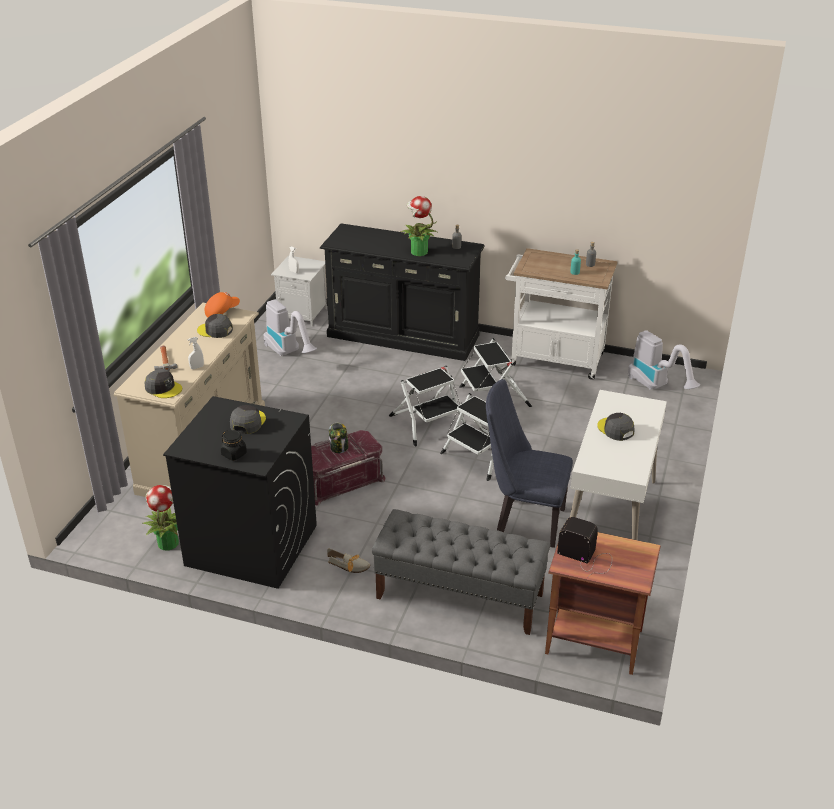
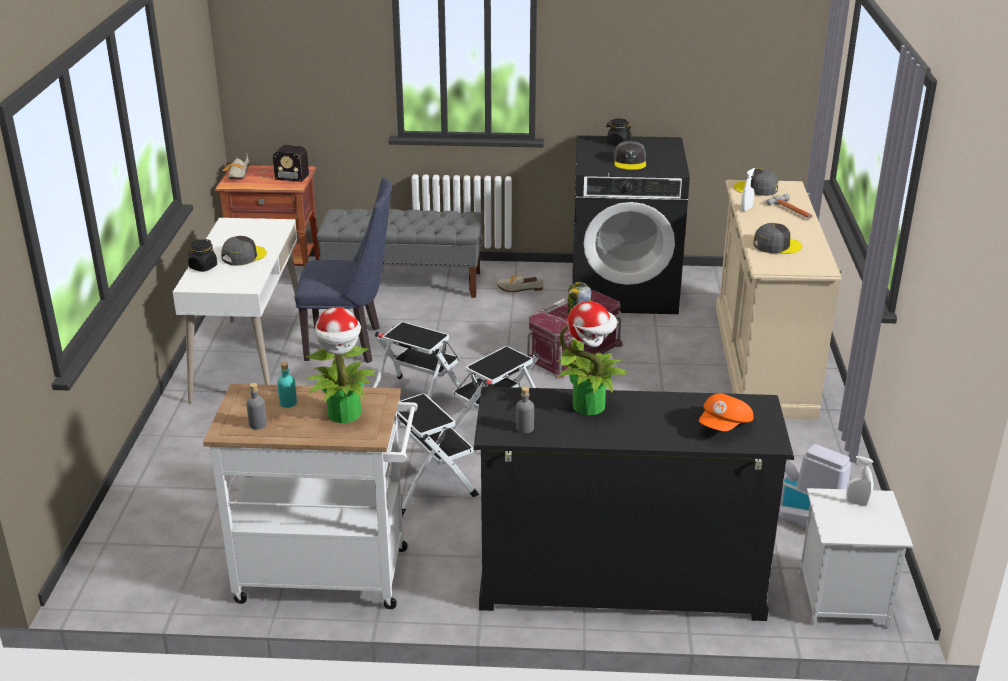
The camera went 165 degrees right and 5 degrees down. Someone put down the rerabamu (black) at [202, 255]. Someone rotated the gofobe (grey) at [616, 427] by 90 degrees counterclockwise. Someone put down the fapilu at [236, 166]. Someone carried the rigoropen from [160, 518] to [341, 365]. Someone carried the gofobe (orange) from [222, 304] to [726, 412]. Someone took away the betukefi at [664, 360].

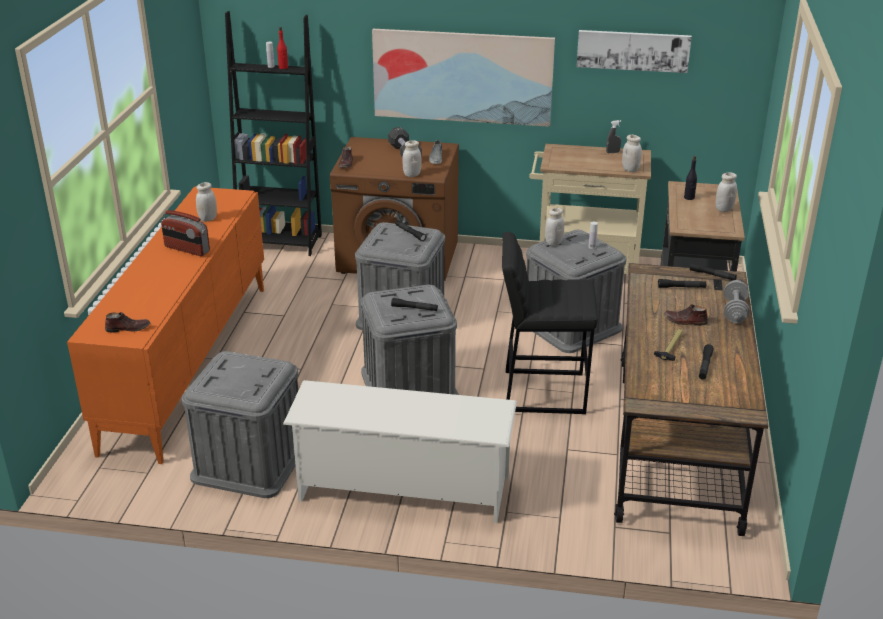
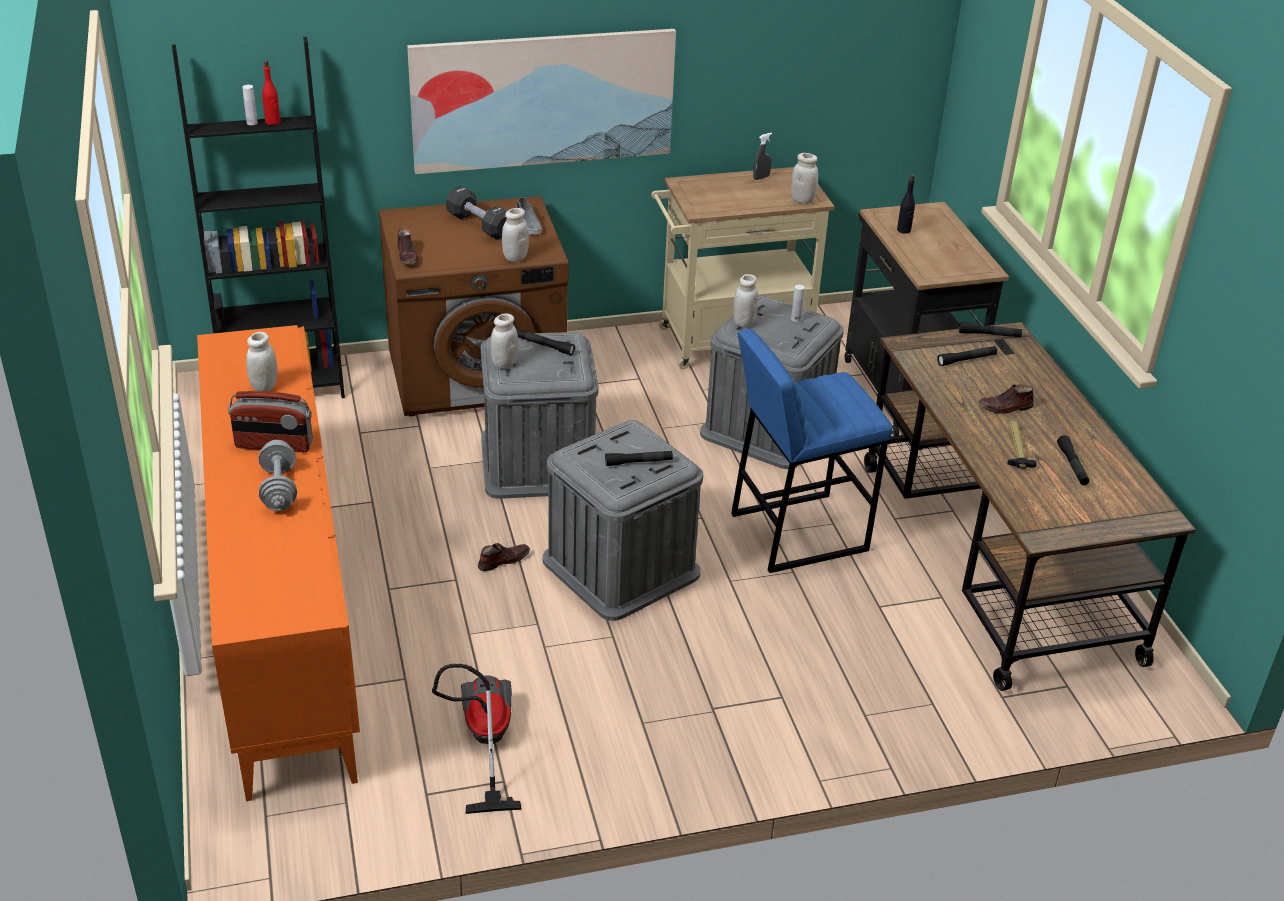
The camera went 25 degrees left and 5 degrees up. Someone carried the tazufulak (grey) from [737, 301] to [278, 475]. Someone swapped the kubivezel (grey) at [240, 424] for the betukefi at [477, 738]. Someone carried the fapilu (brown) from [128, 322] to [504, 557]. Someone carried the rerabamu (white) from [726, 192] to [504, 341]. Someone repainted the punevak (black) at [550, 323], which became the punevak (blue) at [811, 451]. Someone took away the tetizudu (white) at [400, 451]. Someone took away the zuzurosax at [634, 51].

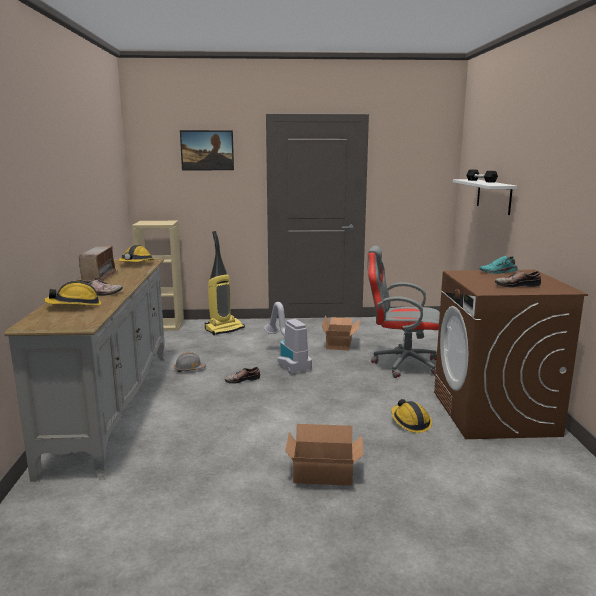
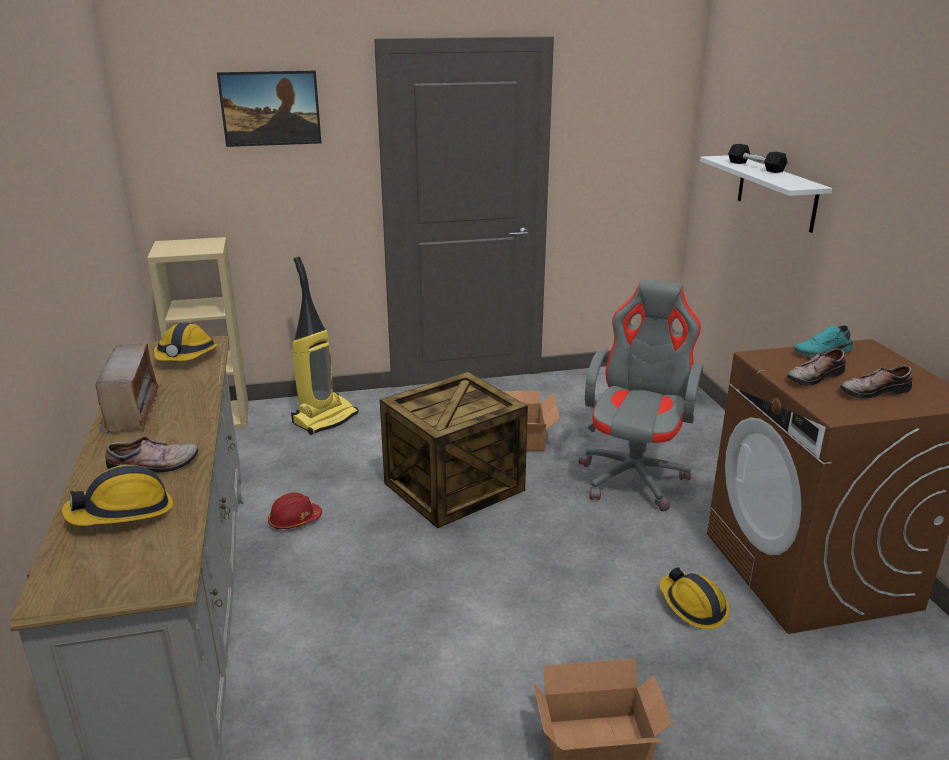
The camera went 10 degrees left and 10 degrees up. Someone repainted the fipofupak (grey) at [190, 362], which became the fipofupak (red) at [295, 510]. Someone swapped the betukefi at [288, 338] for the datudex at [454, 450]. Someone rotated the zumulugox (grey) at [404, 312] by 105 degrees clockwise. Someone carried the fapilu from [242, 375] to [816, 367].

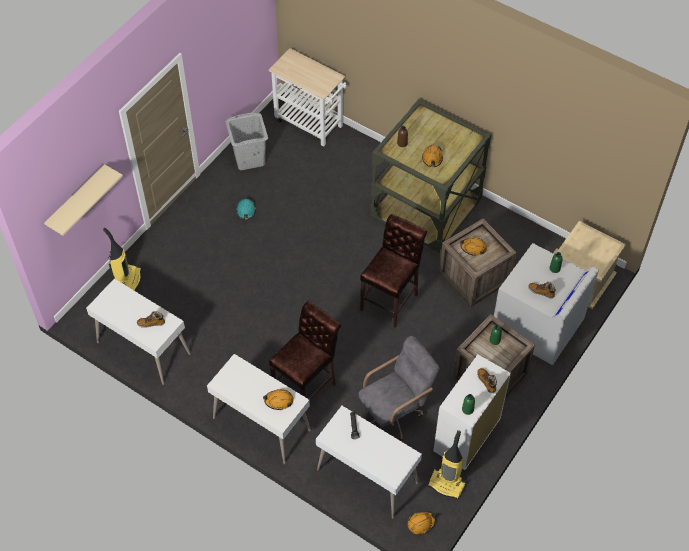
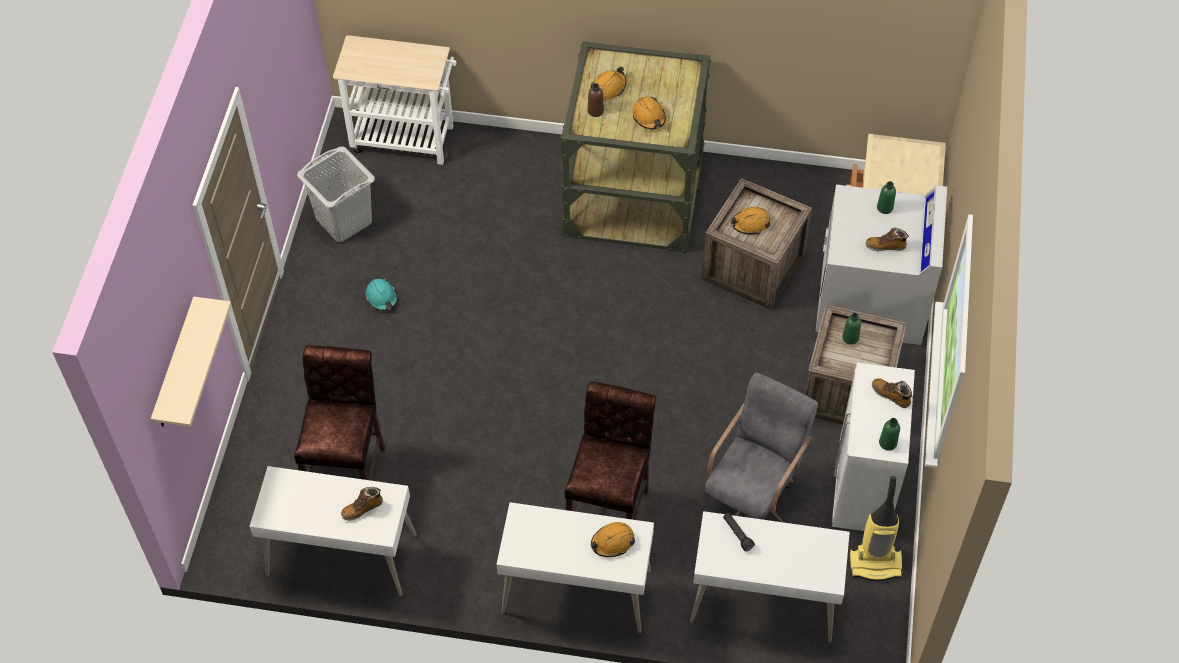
The camera went 25 degrees left and 0 degrees up. Someone carried the punevak (brown) from [393, 271] to [339, 413]. Someone carried the fipofupak (orange) from [422, 523] to [608, 83]. Someone took away the betukefi at [122, 259].

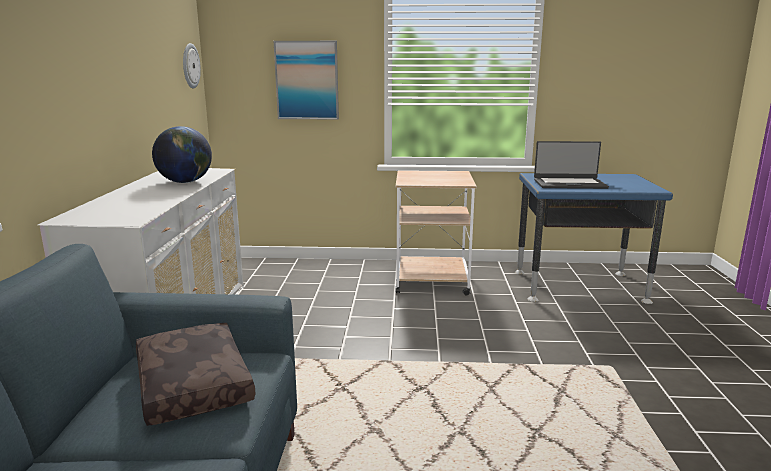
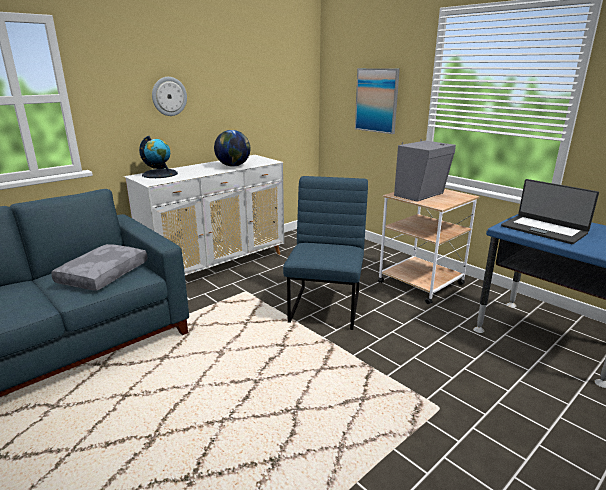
The camera went 45 degrees right and 5 degrees up. Someone repainted the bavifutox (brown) at [196, 374], which became the bavifutox (grey) at [99, 267]. Someone put down the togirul at [158, 157]. Someone carried the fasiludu from [192, 65] to [169, 96]. Someone put down the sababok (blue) at [325, 253]. Someone put down the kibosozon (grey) at [425, 170].

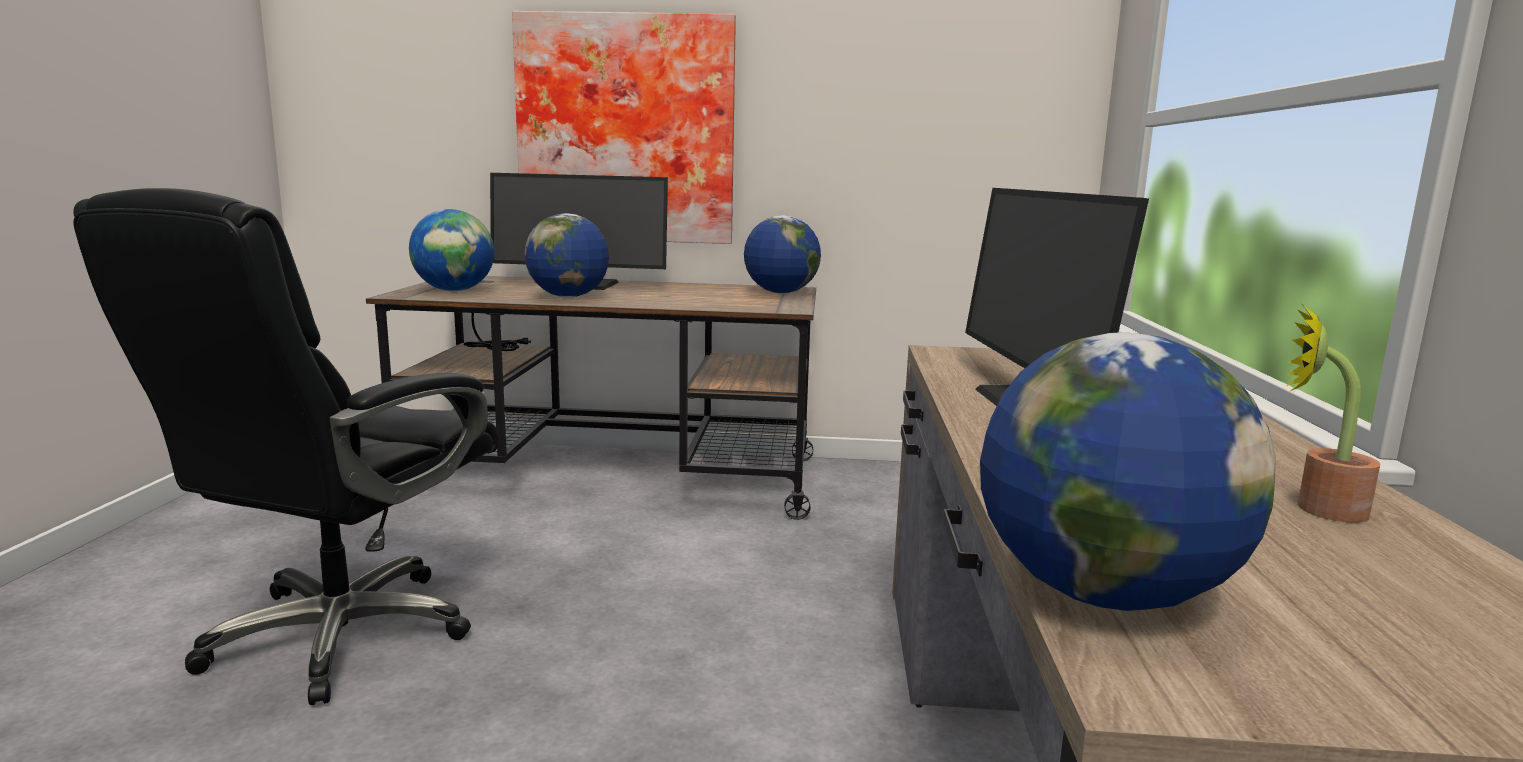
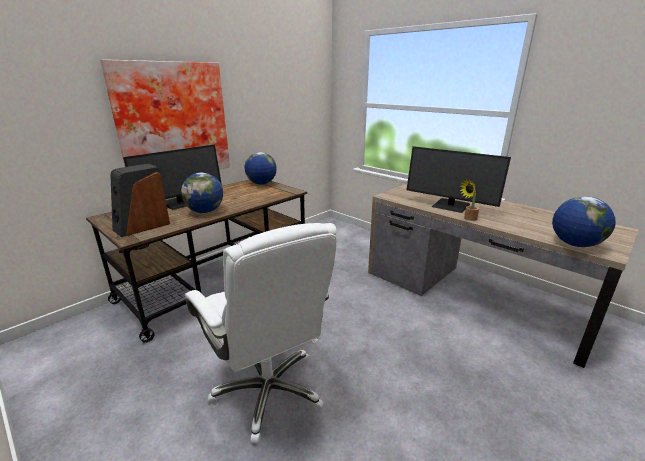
The camera went 50 degrees left and 10 degrees up. Someone swapped the togirul at [451, 250] for the kibosozon at [140, 200]. Someone repainted the zumulugox (black) at [286, 446], which became the zumulugox (white) at [261, 333]. Someone carried the rigoropen from [1334, 413] to [469, 200].

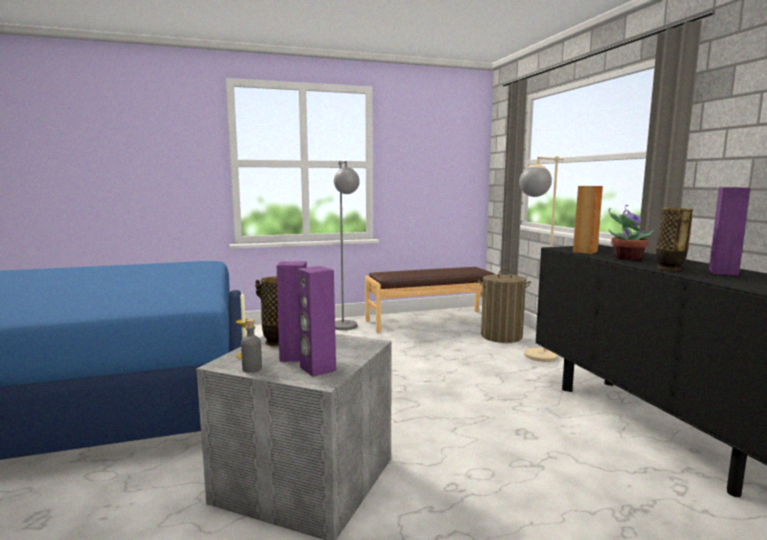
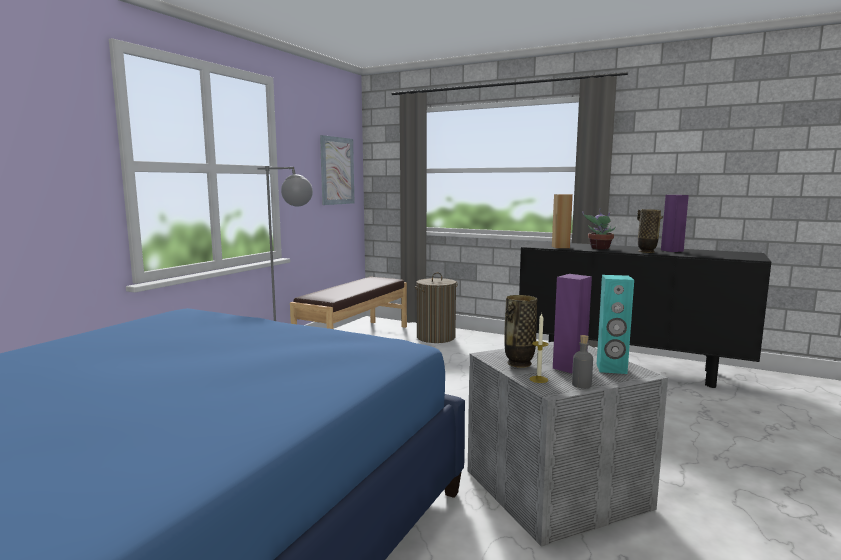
The camera went 45 degrees left and 0 degrees up. Someone put up the zuzurosax at [337, 170]. Someone repainted the kibosozon (purple) at [316, 321], which became the kibosozon (turquoise) at [615, 324]. Someone took away the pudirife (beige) at [541, 259].

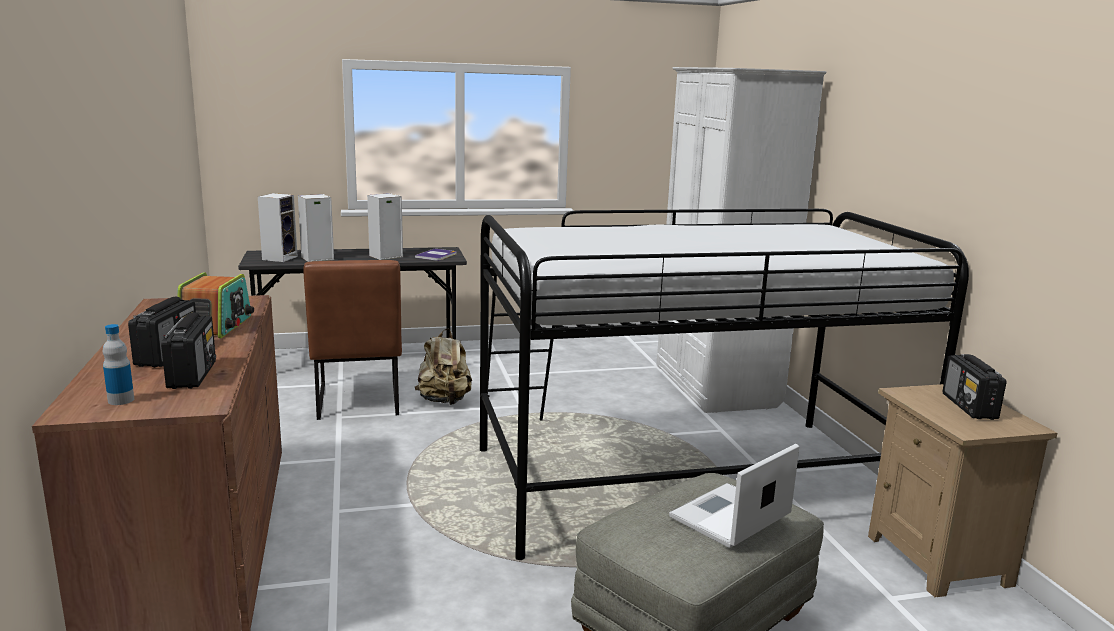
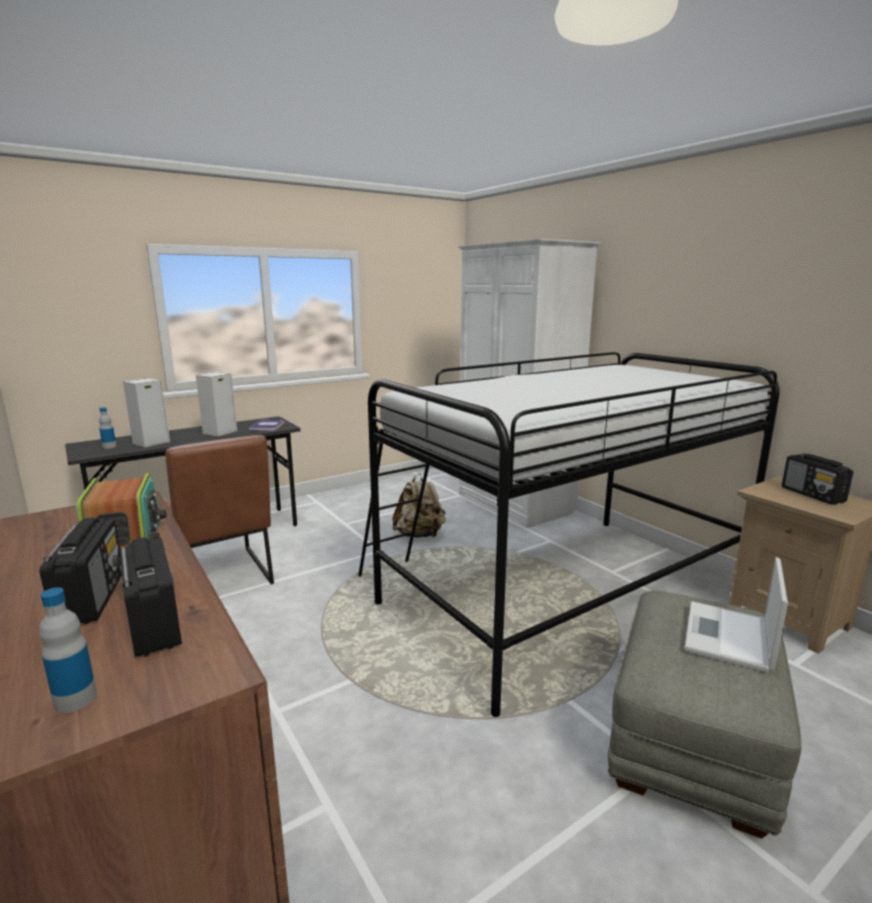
The camera went 20 degrees left and 0 degrees up. Someone swapped the kibosozon at [278, 227] for the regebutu at [107, 428]. Someone carried the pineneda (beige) from [443, 367] to [419, 506].

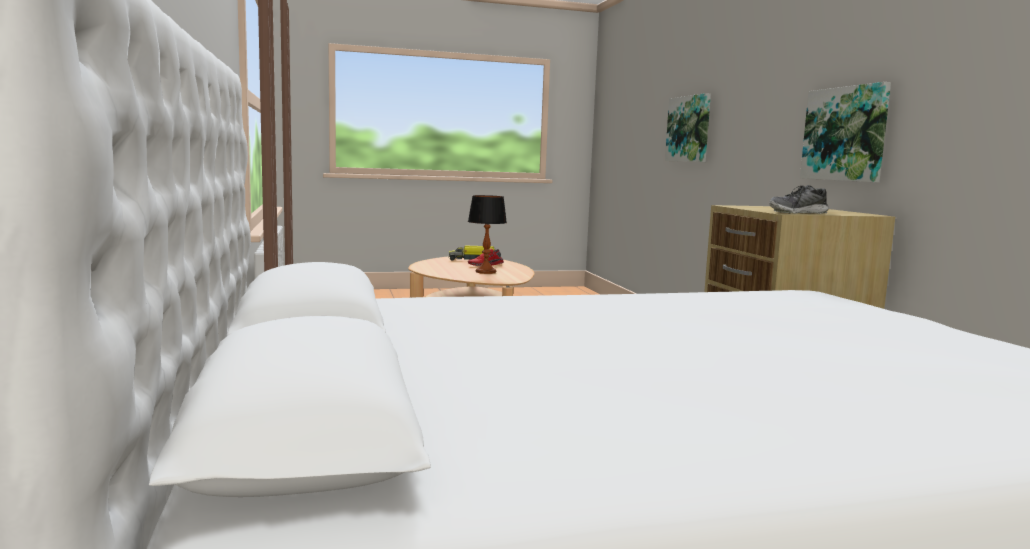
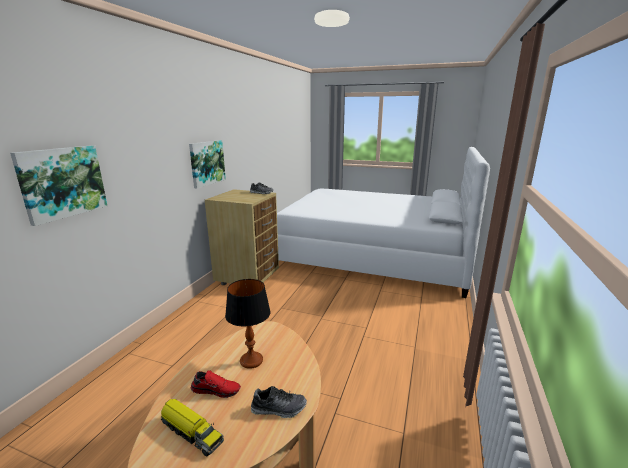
The camera went 145 degrees left and 10 degrees up. Someone put down the fapilu at [279, 402].

